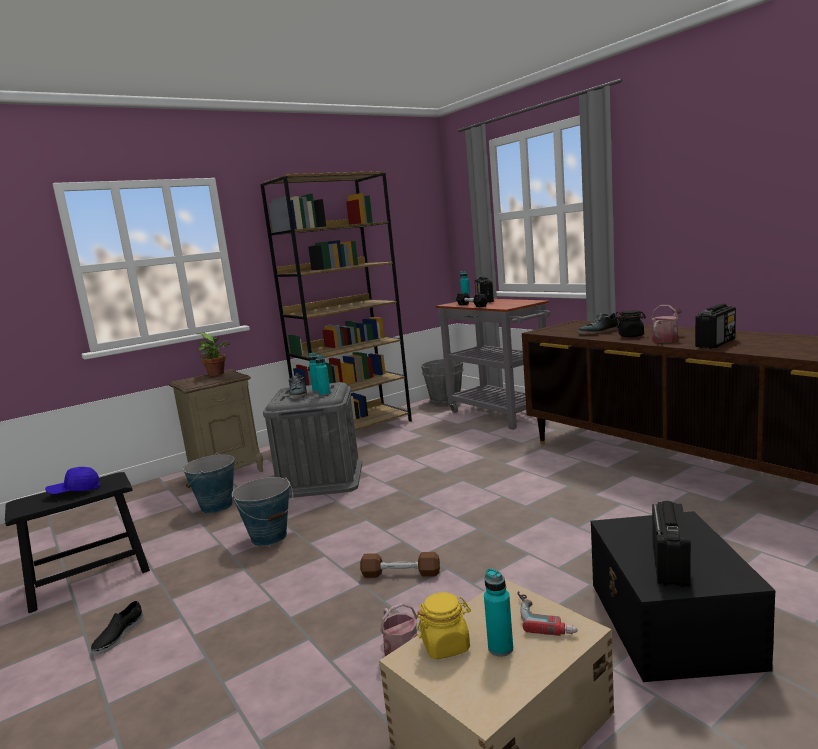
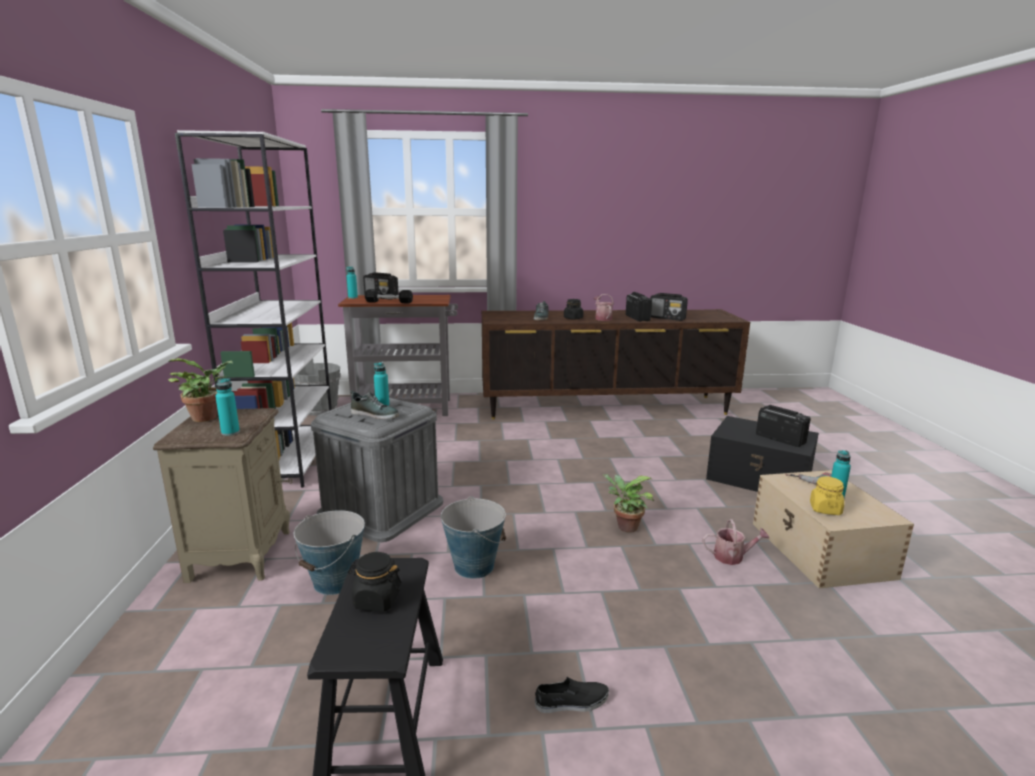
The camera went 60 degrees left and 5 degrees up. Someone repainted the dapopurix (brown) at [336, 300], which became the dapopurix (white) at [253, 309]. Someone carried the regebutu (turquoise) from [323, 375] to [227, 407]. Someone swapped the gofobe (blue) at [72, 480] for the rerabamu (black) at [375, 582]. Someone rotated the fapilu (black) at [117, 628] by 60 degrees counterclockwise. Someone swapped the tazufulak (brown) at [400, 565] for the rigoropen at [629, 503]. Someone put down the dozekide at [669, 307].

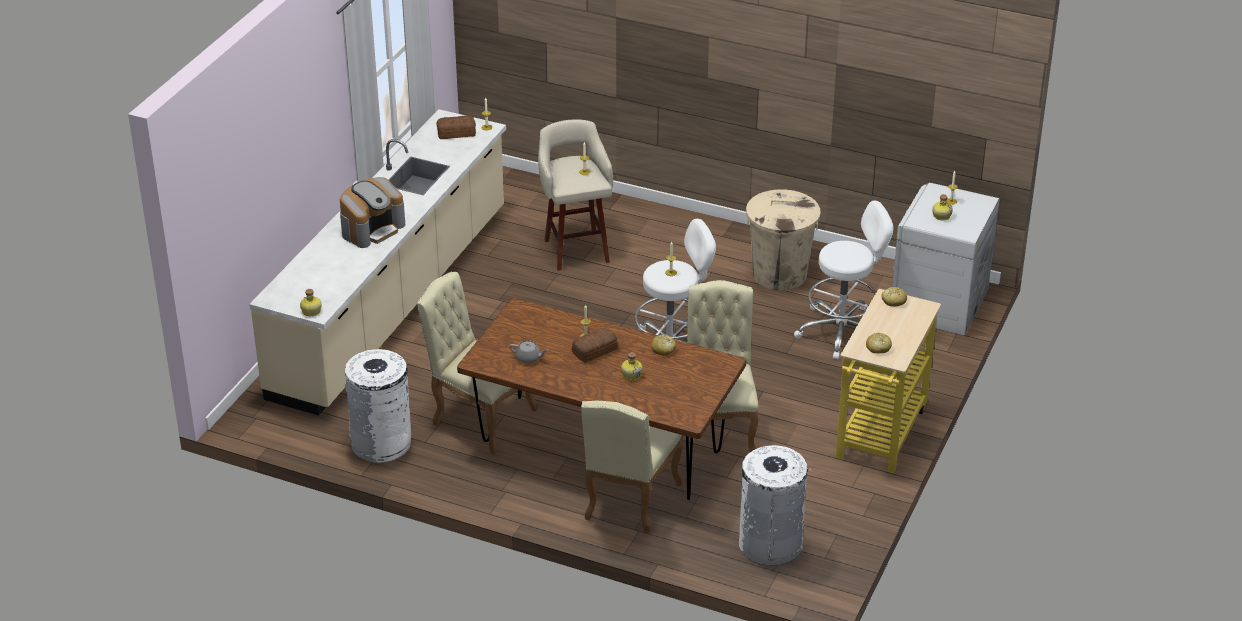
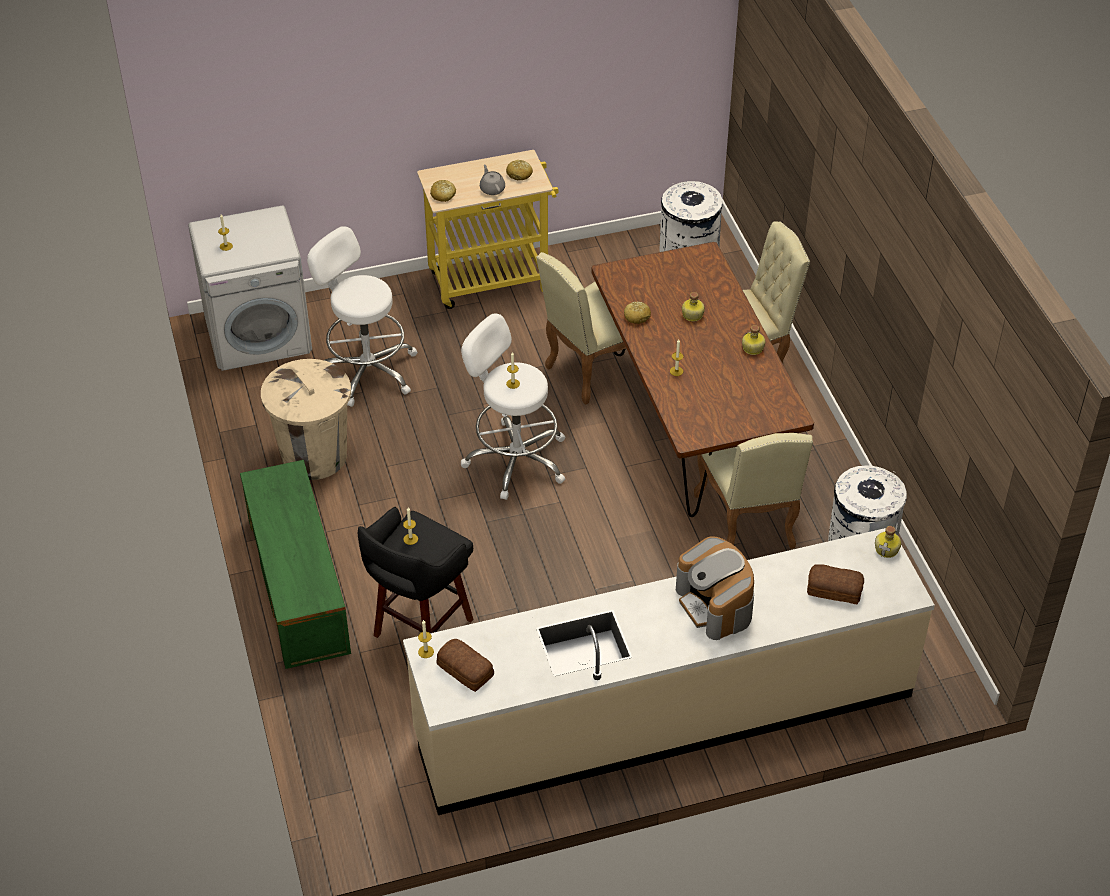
The camera went 130 degrees left and 10 degrees up. Someone put down the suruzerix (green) at [295, 564]. Someone repainted the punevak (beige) at [575, 195], which became the punevak (black) at [416, 572]. Someone carried the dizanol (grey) from [529, 352] to [492, 179]. Someone rotated the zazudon at [372, 212] by 120 degrees counterclockwise. Someone carried the regebutu from [942, 207] to [753, 340]. Someone carried the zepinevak from [595, 345] to [835, 584].

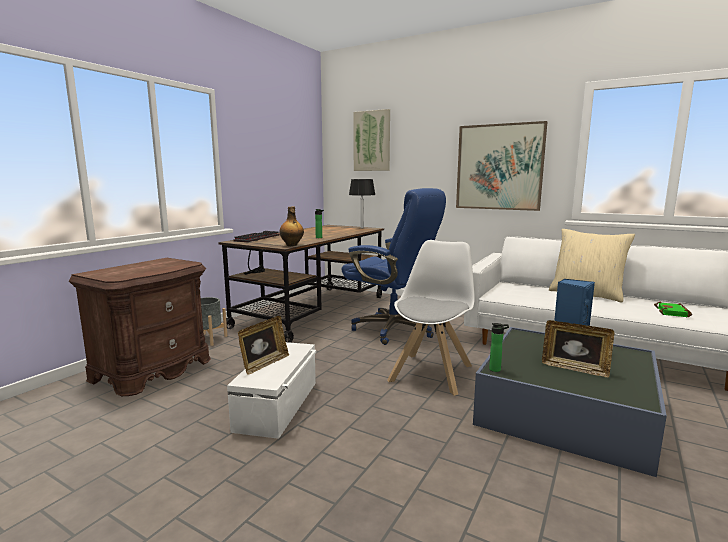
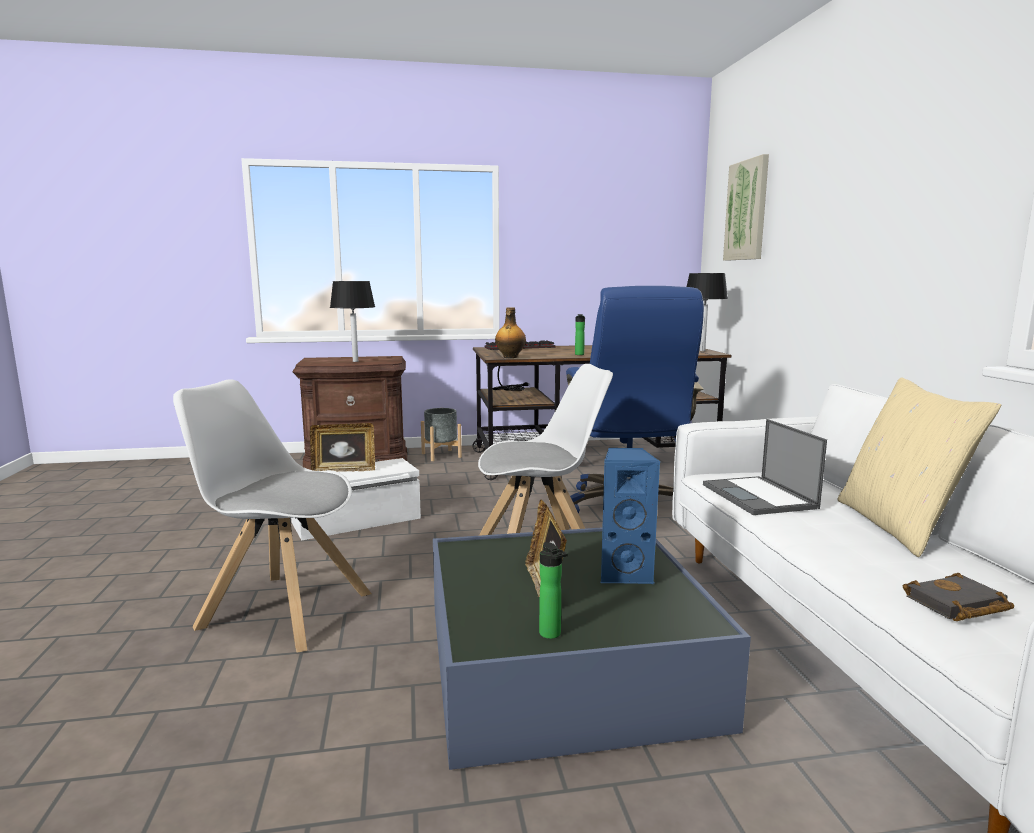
The camera went 50 degrees right and 0 degrees up. Someone put down the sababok at [272, 516]. Someone put down the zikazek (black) at [352, 321]. Someone carried the regebutu from [499, 347] to [553, 590]. Someone put down the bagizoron at [765, 467]. Someone repainted the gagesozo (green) at [673, 309], which became the gagesozo (black) at [958, 597]. Someone took away the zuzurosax at [502, 166].

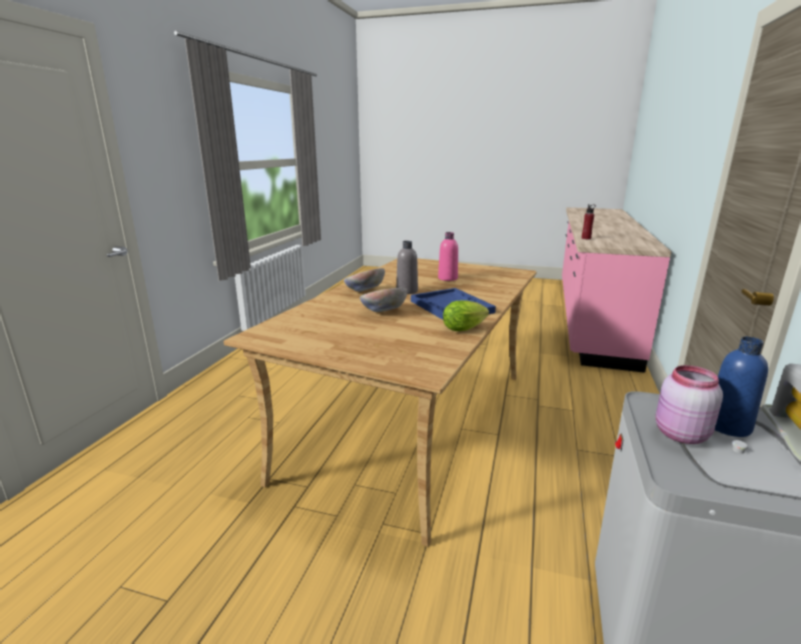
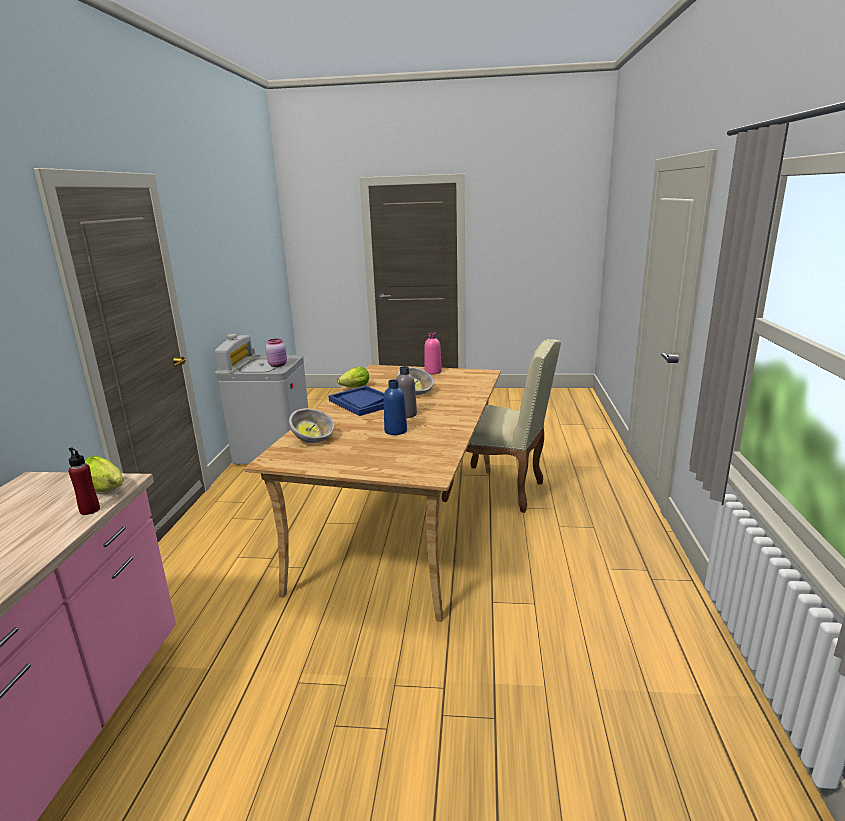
The camera went 170 degrees right and 0 degrees up. Someone put down the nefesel at [104, 474]. Someone carried the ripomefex from [364, 280] to [311, 425]. Someone carried the regebutu (blue) from [741, 387] to [395, 407]. Someone carried the regebutu (pink) from [448, 256] to [433, 353]. Someone put down the sababok (beige) at [501, 426].

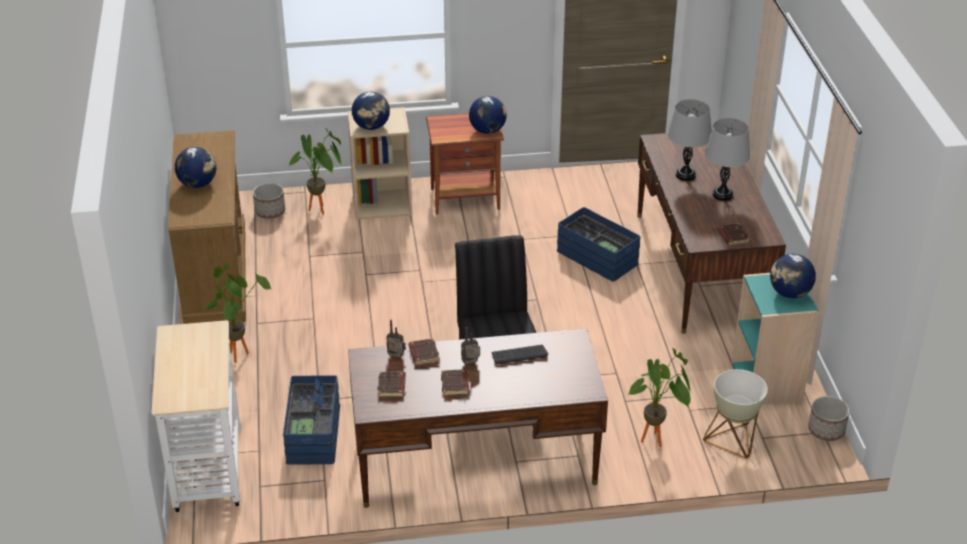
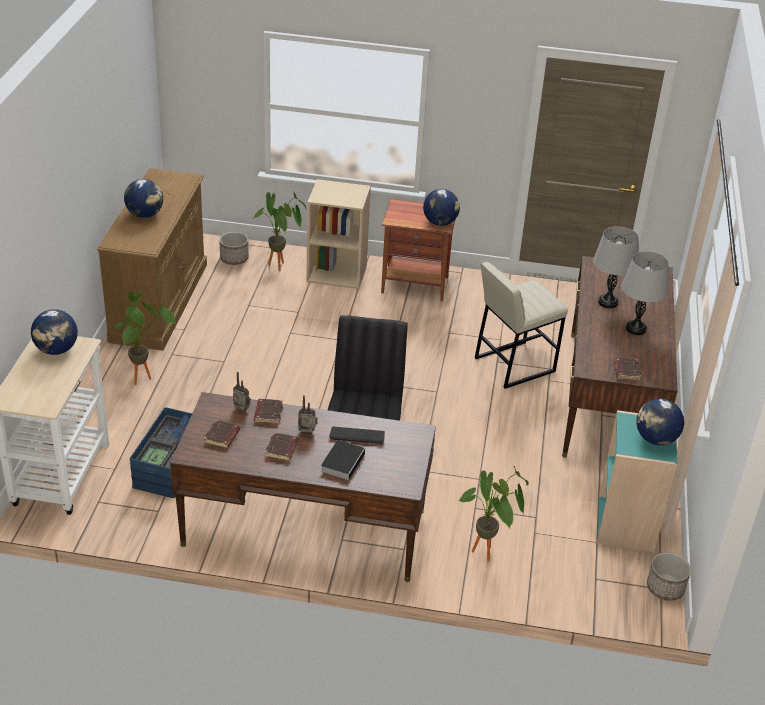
The camera went 15 degrees right and 0 degrees up. Someone carried the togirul from [371, 111] to [54, 332]. Someone put down the gagesozo at [343, 460]. Someone swapped the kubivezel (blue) at [598, 244] for the sababok (beige) at [521, 325]. Someone took away the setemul at [735, 413].

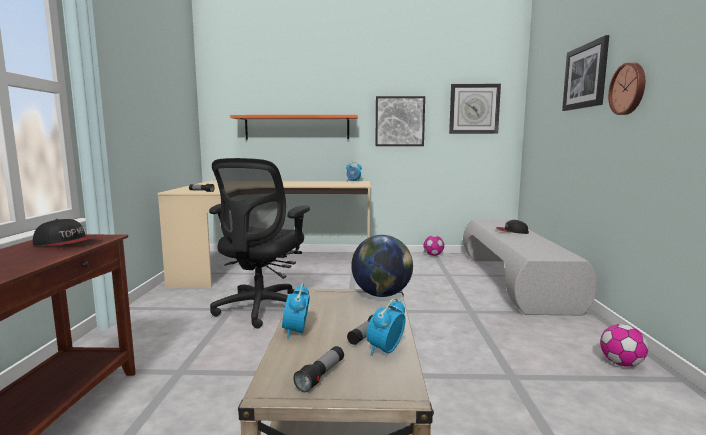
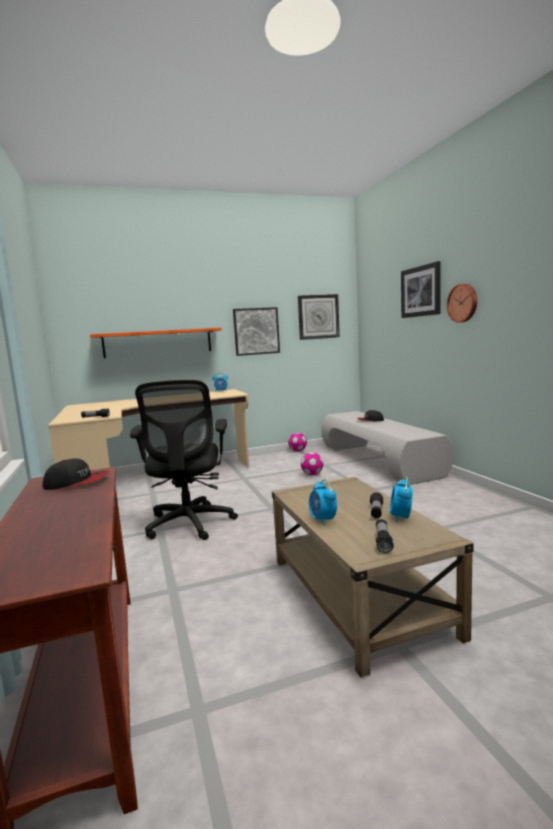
The camera went 20 degrees left and 0 degrees up. Someone carried the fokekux from [624, 345] to [312, 464]. Someone took away the togirul at [382, 266].

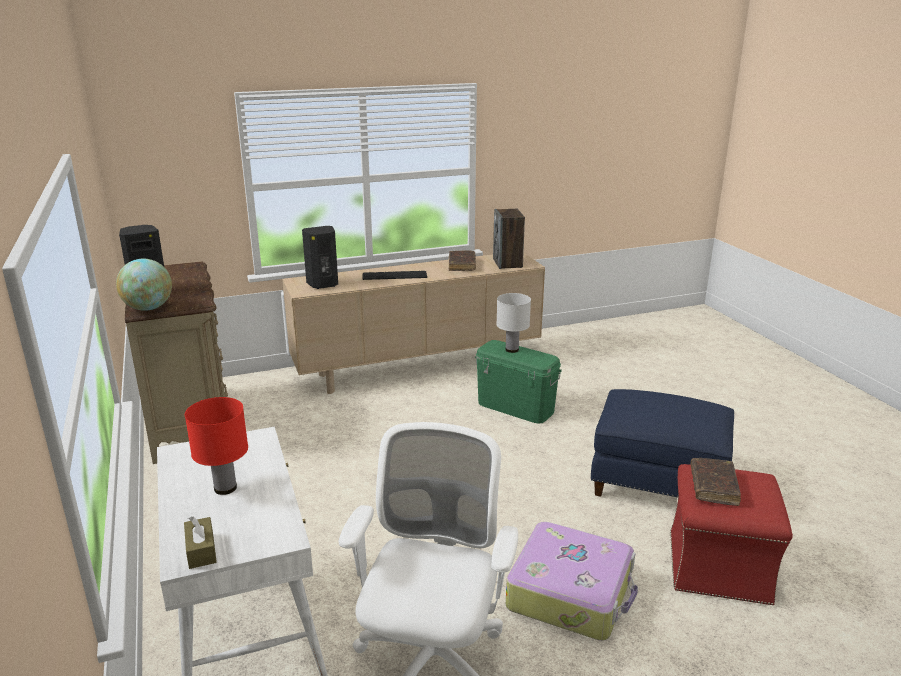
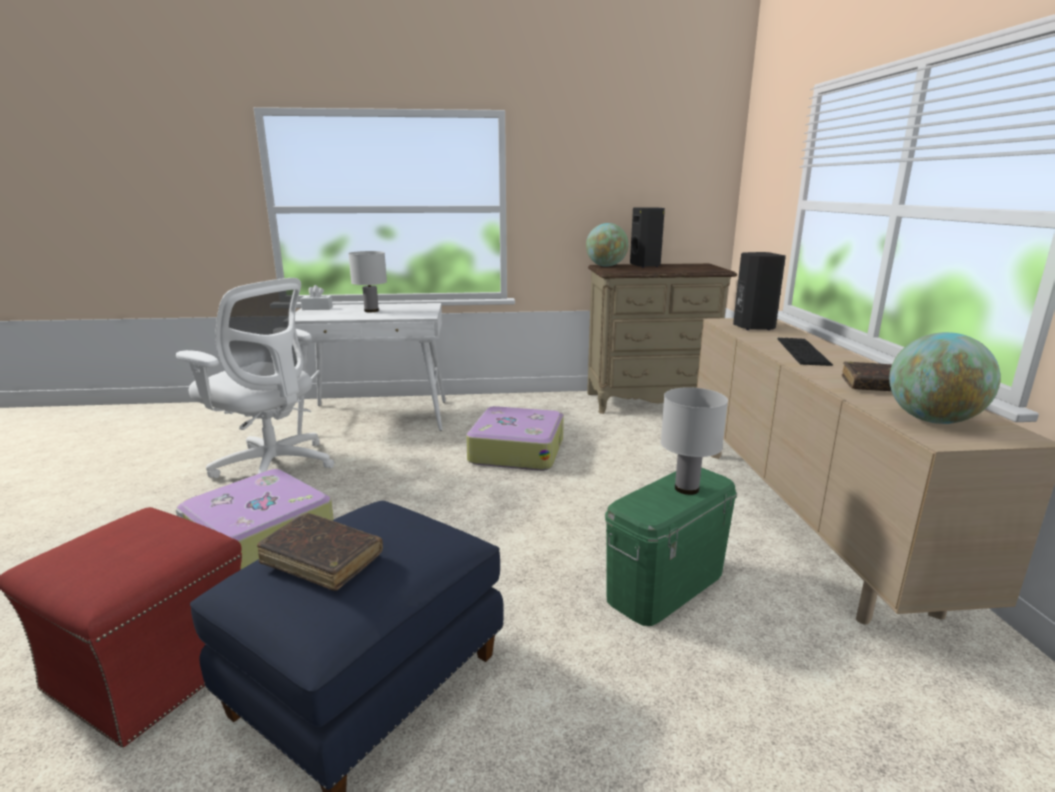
The camera went 105 degrees right and 5 degrees down. Someone carried the gagesozo (brown) from [716, 482] to [320, 552]. Someone repainted the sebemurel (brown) at [200, 542], which became the sebemurel (white) at [317, 297]. Someone repainted the zikazek (red) at [216, 446], which became the zikazek (white) at [367, 281]. Someone put down the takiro at [515, 438]. Someone swapped the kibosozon at [509, 239] for the togirul at [945, 378].

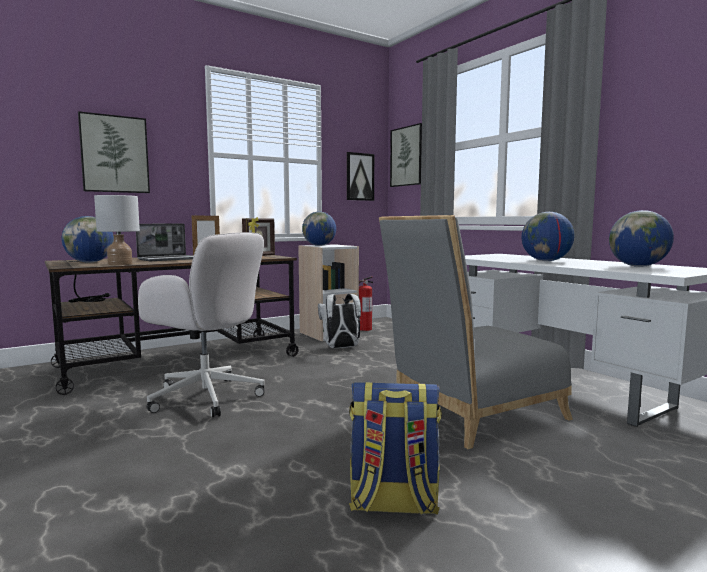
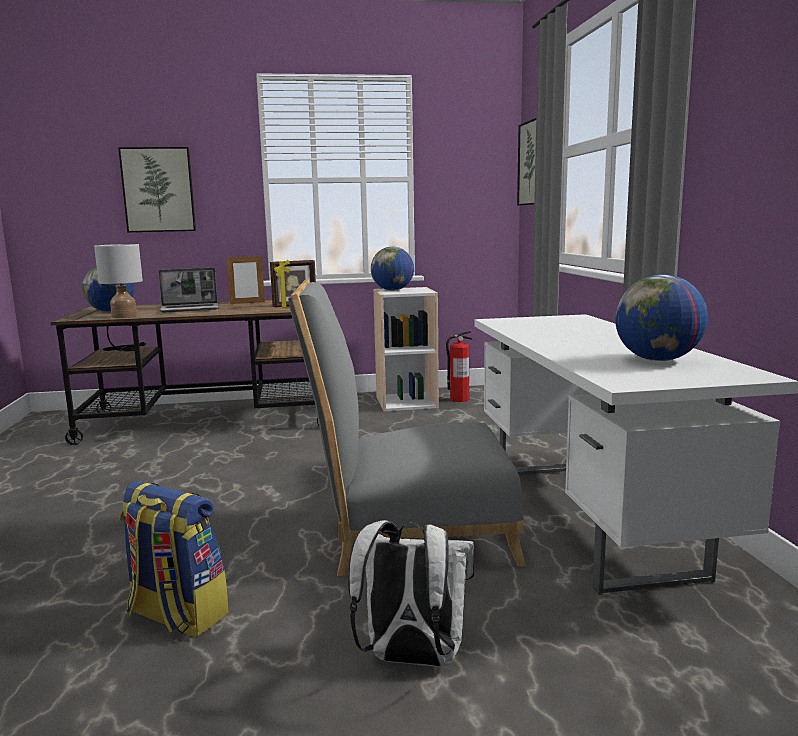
The camera went 25 degrees right and 5 degrees up. Someone carried the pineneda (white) from [339, 321] to [411, 593]. Someone took away the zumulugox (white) at [201, 324]. Someone took away the zuzurosax at [360, 176]. Someone took away the togirul at [548, 236].

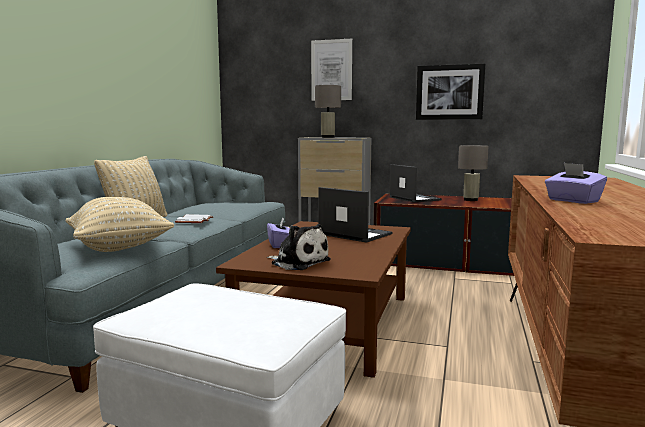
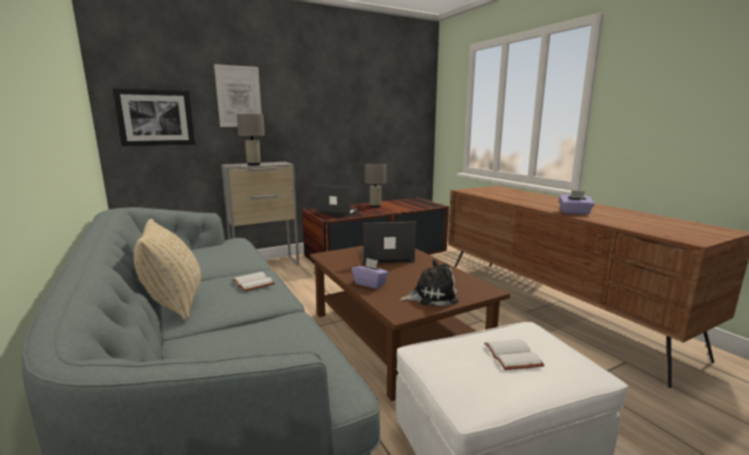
The camera went 45 degrees left and 5 degrees up. Someone carried the zuzurosax from [450, 92] to [153, 117]. Someone put down the gagesozo (white) at [514, 354]. Someone took away the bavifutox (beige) at [120, 224].

